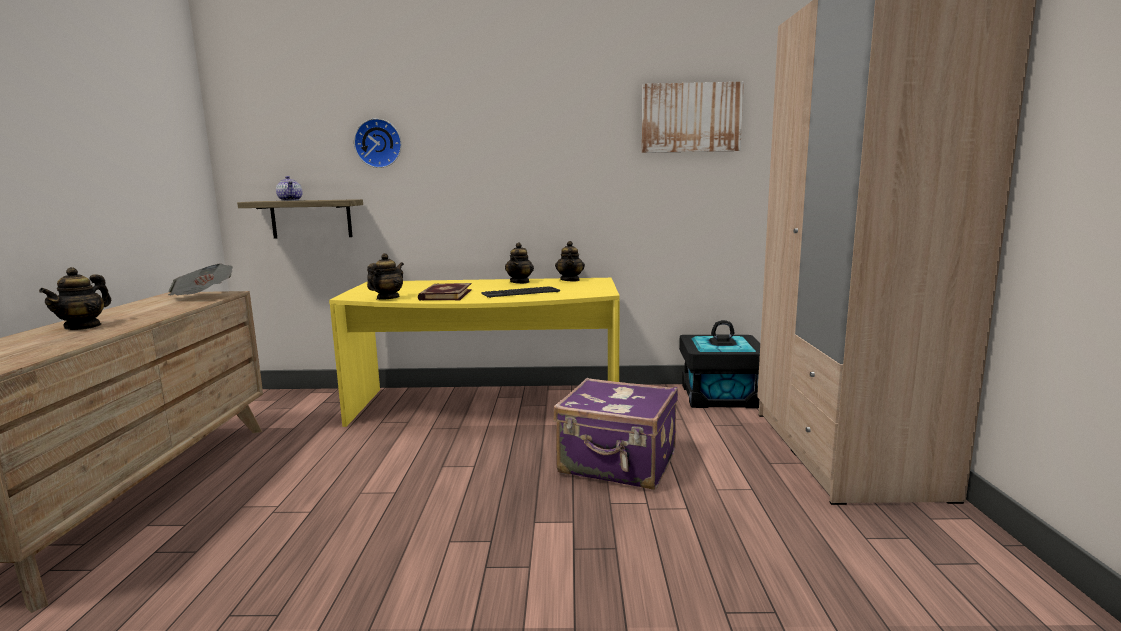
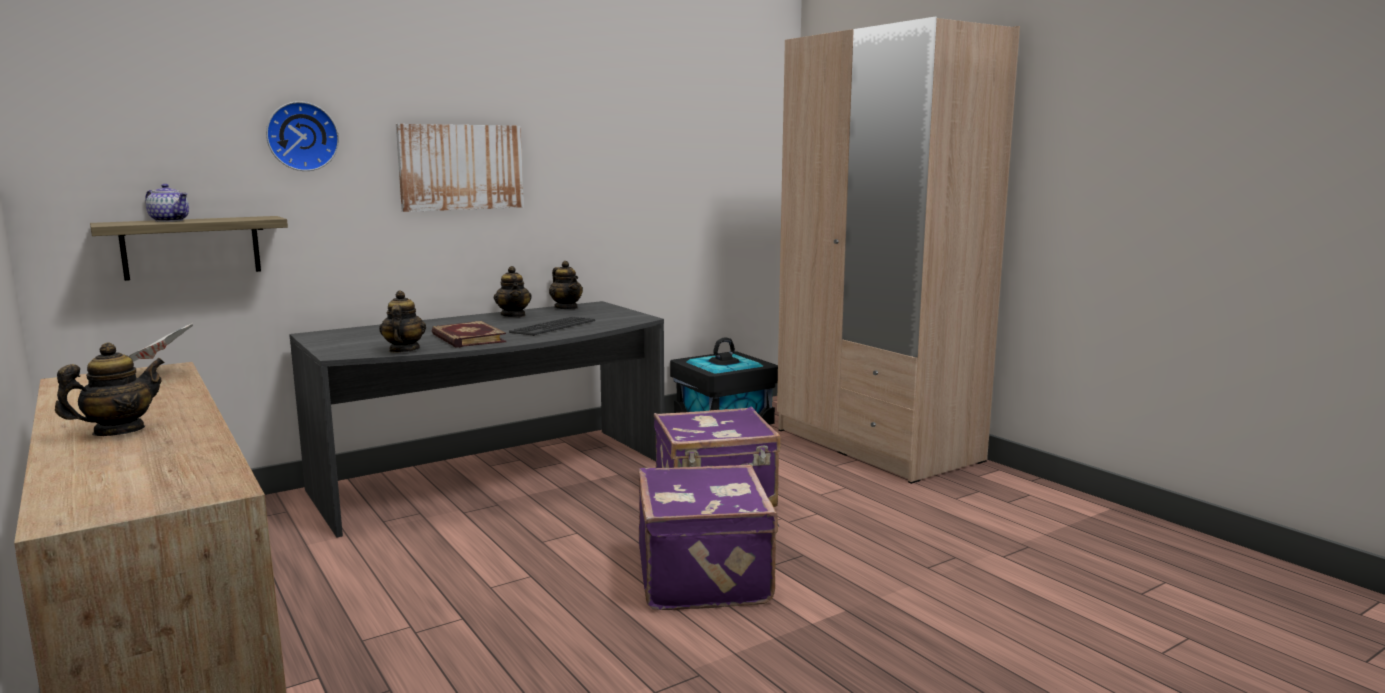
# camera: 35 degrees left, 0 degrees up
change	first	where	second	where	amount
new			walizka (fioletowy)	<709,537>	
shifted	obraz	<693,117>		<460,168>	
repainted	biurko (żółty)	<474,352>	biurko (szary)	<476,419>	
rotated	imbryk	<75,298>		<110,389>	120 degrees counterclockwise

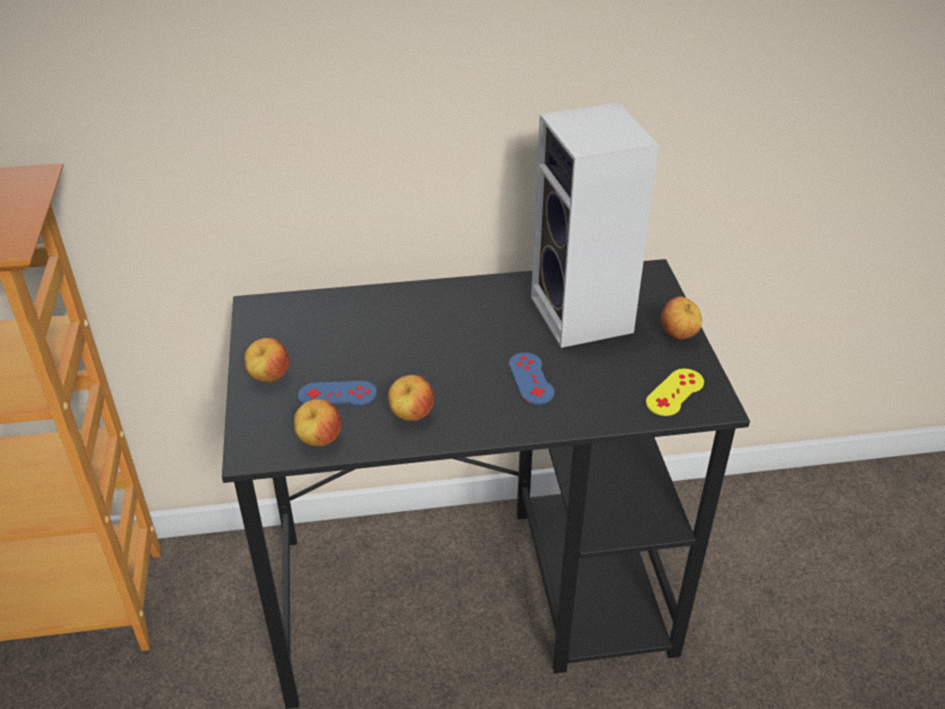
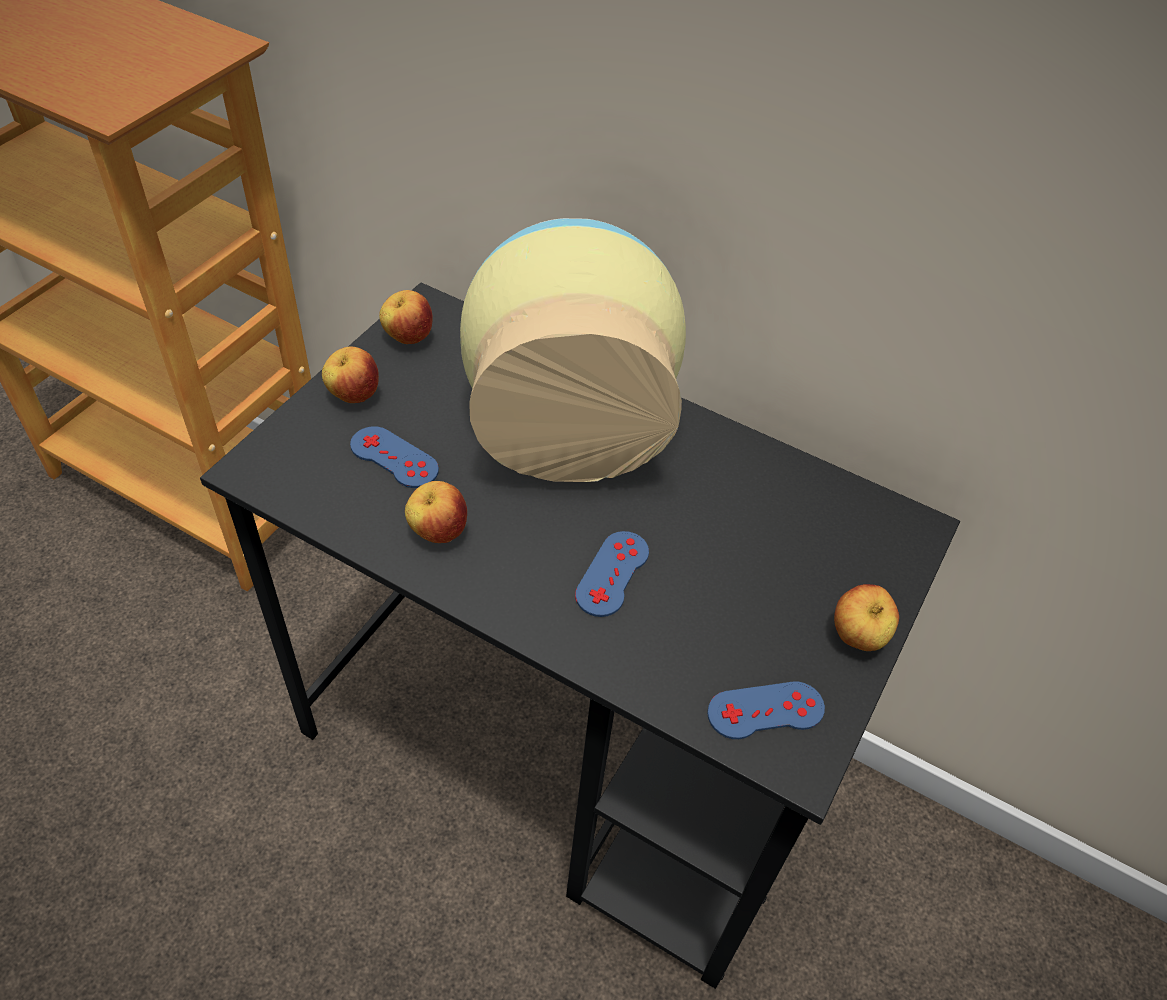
# camera: 35 degrees right, 10 degrees up
change	first	where	second	where	amount
gone	głośnik	<595,225>			
new			wazon	<573,350>	
shifted	jabłko	<318,422>		<406,317>	
repainted	pad do gier (żółty)	<675,392>	pad do gier (niebieski)	<766,710>	

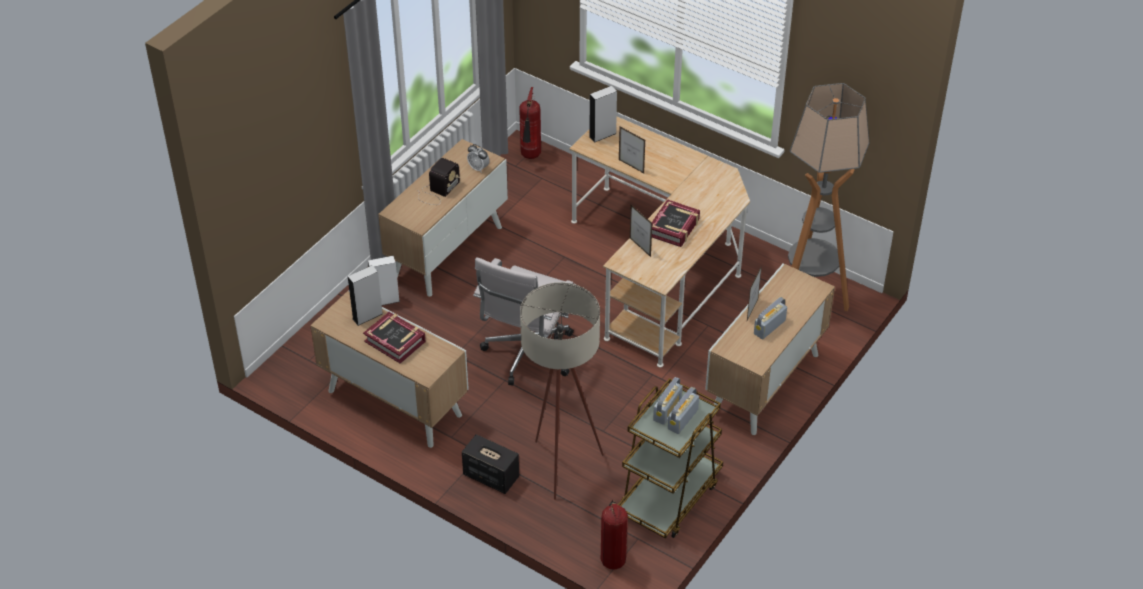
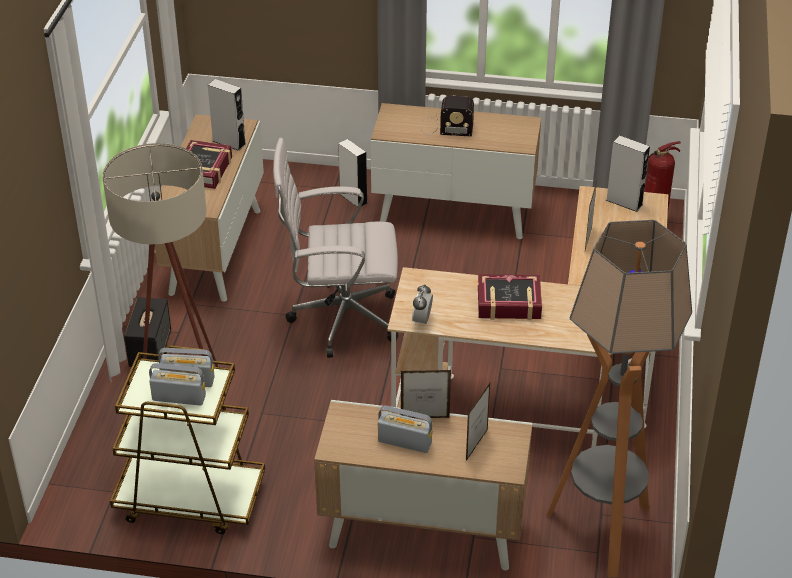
# camera: 65 degrees right, 5 degrees down
change	first	where	second	where	amount
gone	gaśnica	<614,535>			
shifted	budzik	<478,158>		<422,305>	
shifted	ramka na zdjęcie	<641,231>		<478,422>	

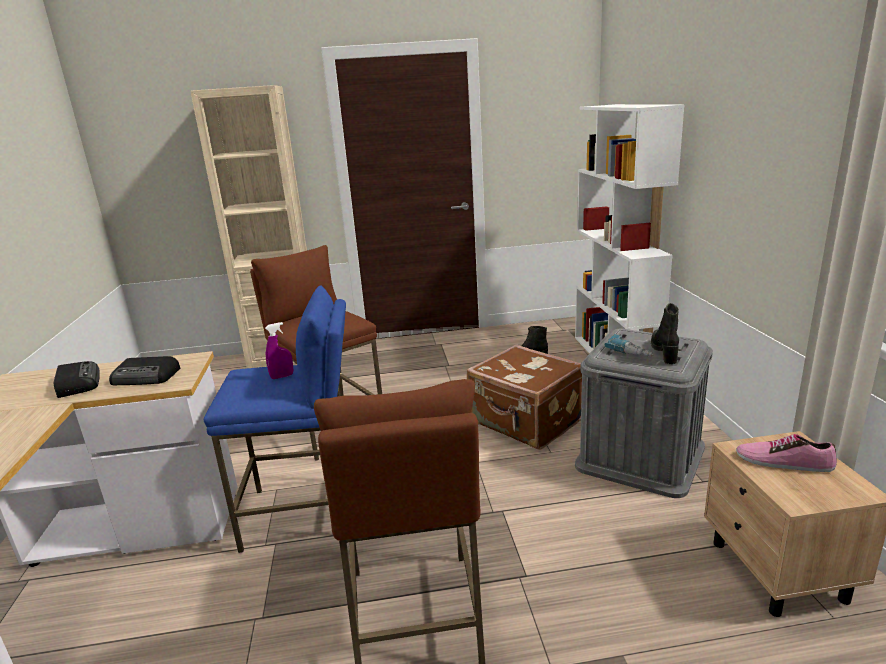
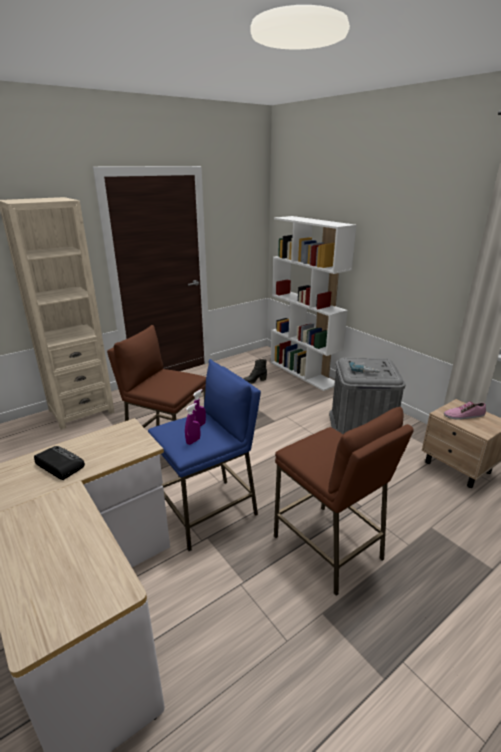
# camera: 30 degrees left, 5 degrees up
change	first	where	second	where	amount
gone	radio	<144,370>			
gone	walizka (brązowy)	<524,397>			
gone	but z cholewką (czarny)	<665,333>			
new			spryskiwacz (fioletowy)	<192,424>	

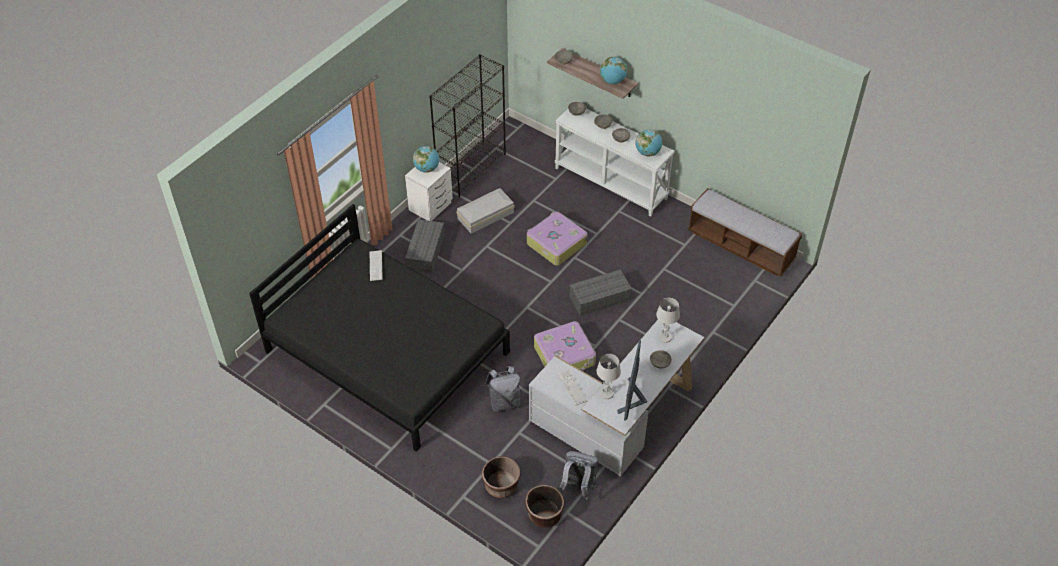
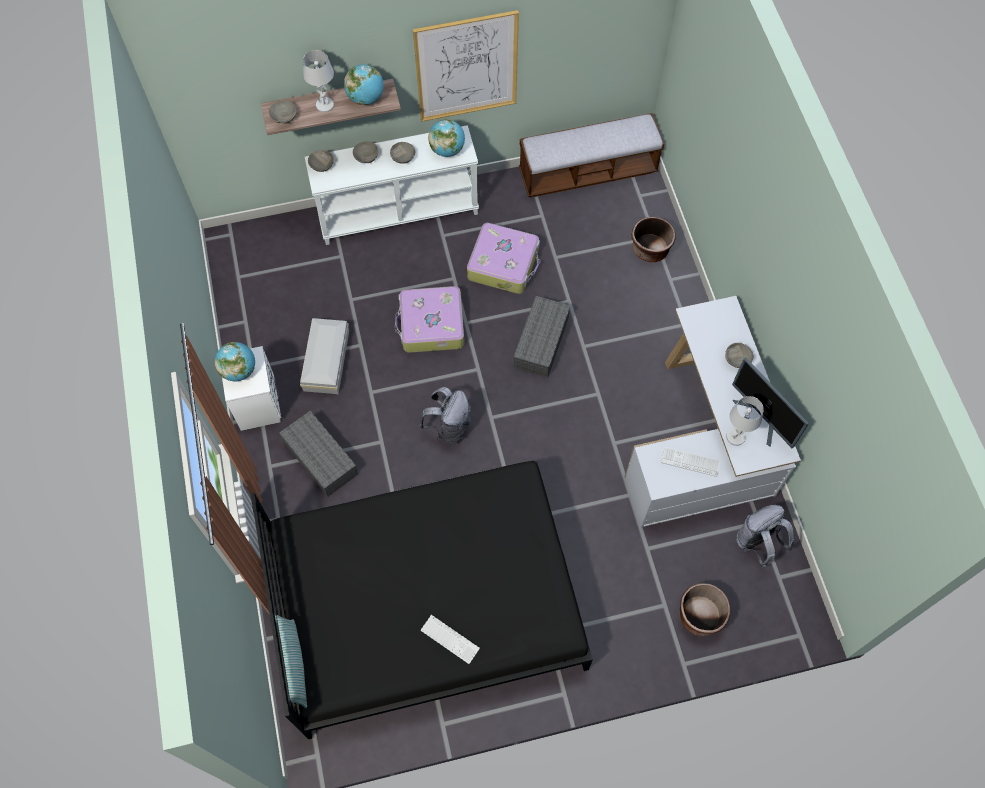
# camera: 50 degrees left, 15 degrees up
change	first	where	second	where	amount
gone	regał (czarny)	<467,125>			
new			poduszka	<291,661>	
new			obraz	<466,66>	
shifted	klawiatura	<376,265>		<450,639>	
shifted	plecak (szary)	<503,389>		<445,416>	
shifted	donica (brązowy)	<544,506>		<653,239>	
shifted	walizka	<565,346>		<504,258>	
shifted	lampa stołowa (biały)	<668,320>		<318,81>	

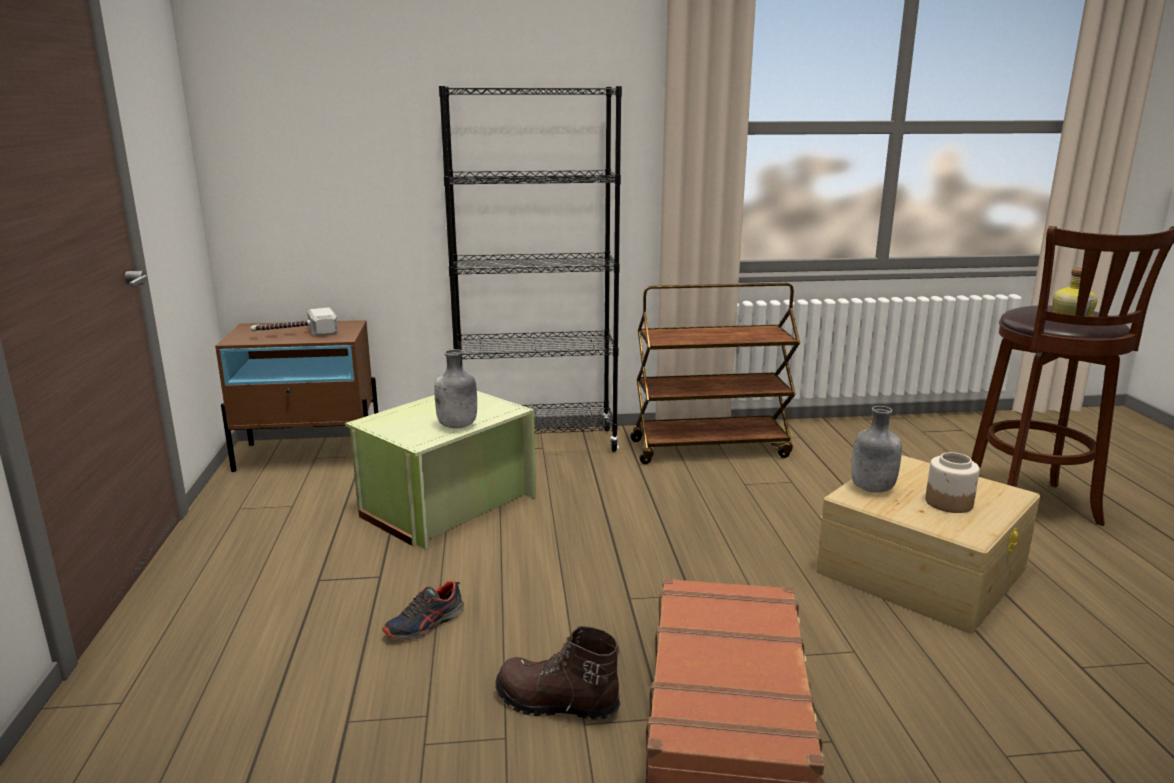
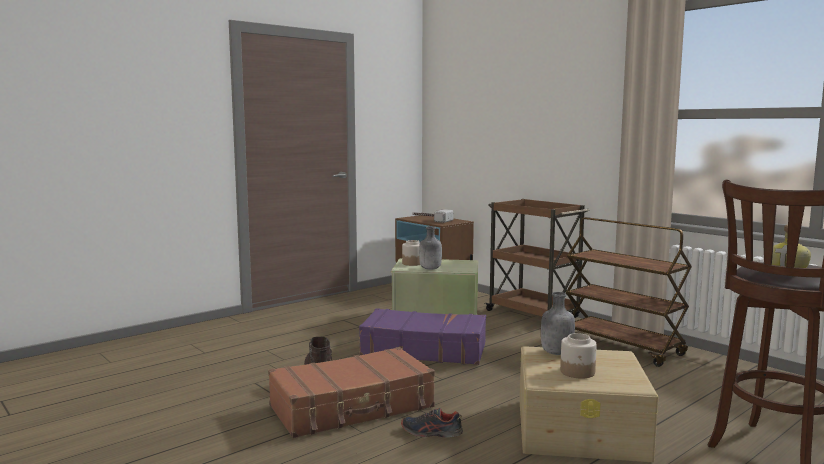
# camera: 55 degrees right, 10 degrees down
change	first	where	second	where	amount
new			walizka (fioletowy)	<422,336>	
new			słoik	<411,253>	
shifted	but	<423,610>		<432,423>	
swapped	regał (czarny)	<530,269>	wózek (brązowy)	<537,258>	

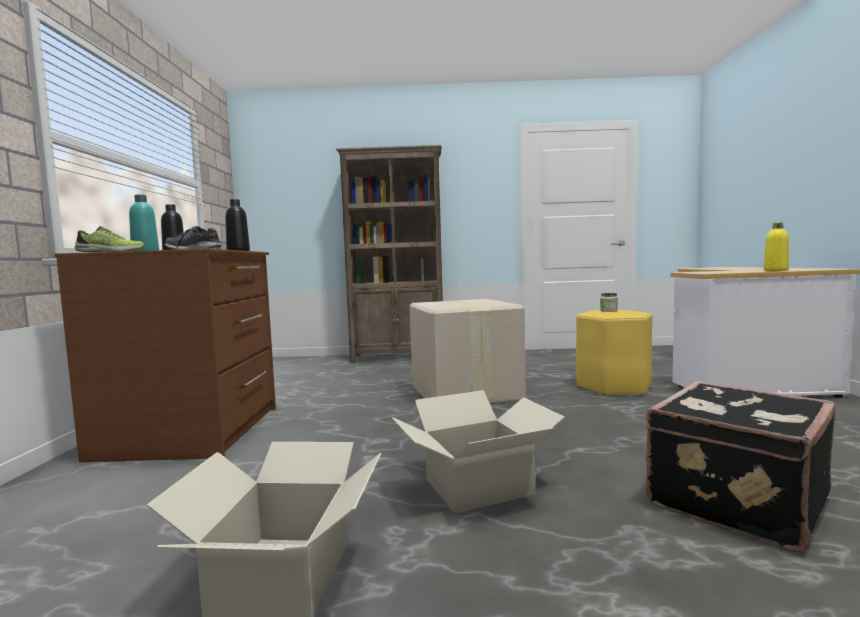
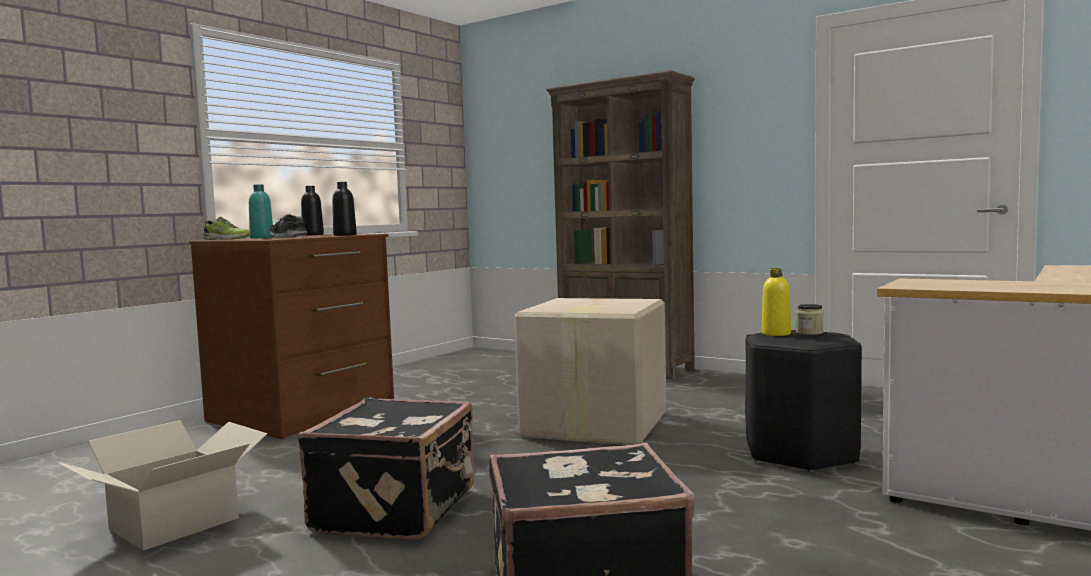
# camera: 35 degrees right, 0 degrees up
change	first	where	second	where	amount
shifted	butelka (żółty)	<776,246>		<776,302>	
swapped	karton	<478,452>	walizka (czarny)	<387,468>	
repainted	stołek (żółty)	<614,353>	stołek (czarny)	<803,401>	

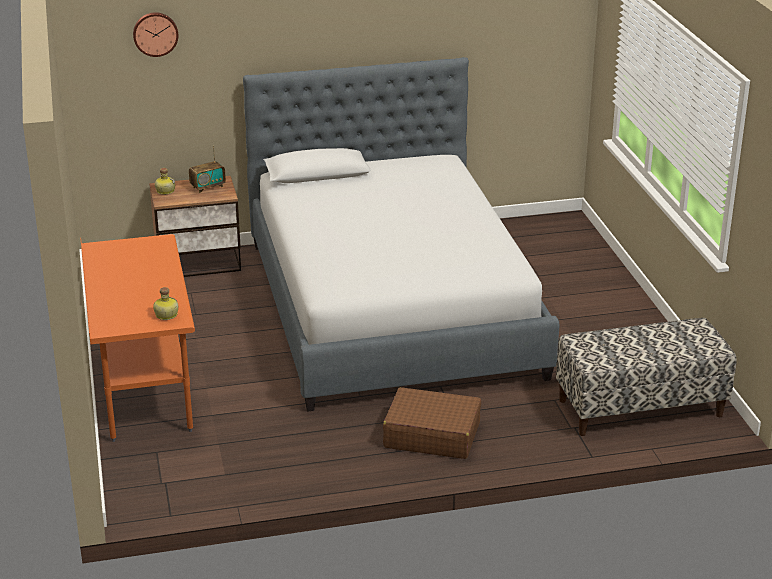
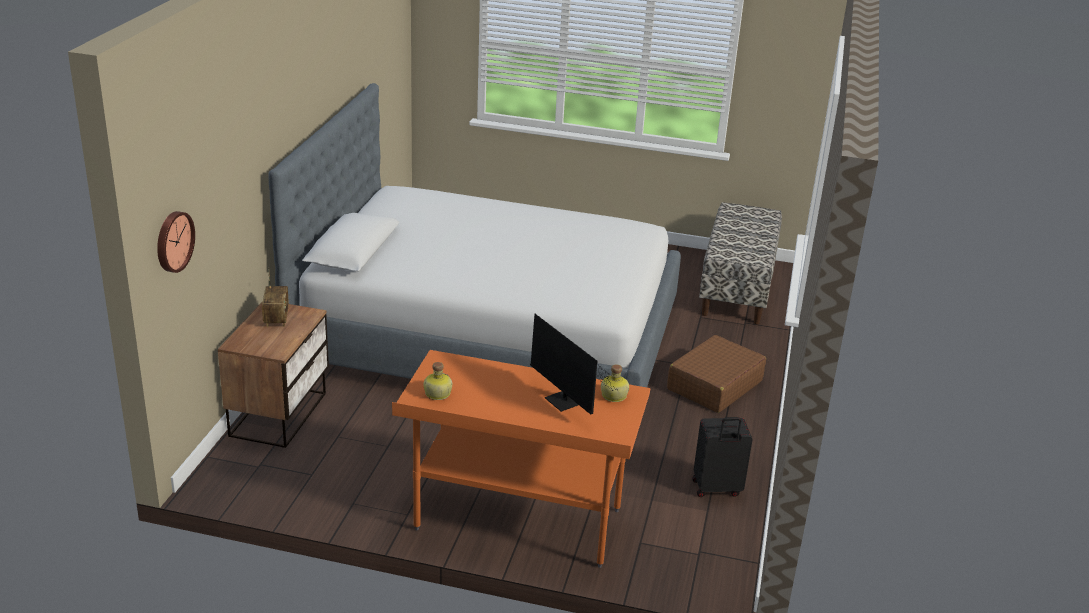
# camera: 65 degrees left, 0 degrees up
change	first	where	second	where	amount
new			monitor	<573,364>	
new			walizka (czarny)	<722,457>	
shifted	zegar ścienny	<155,34>		<176,242>	
shifted	butelka	<165,181>		<438,381>	

